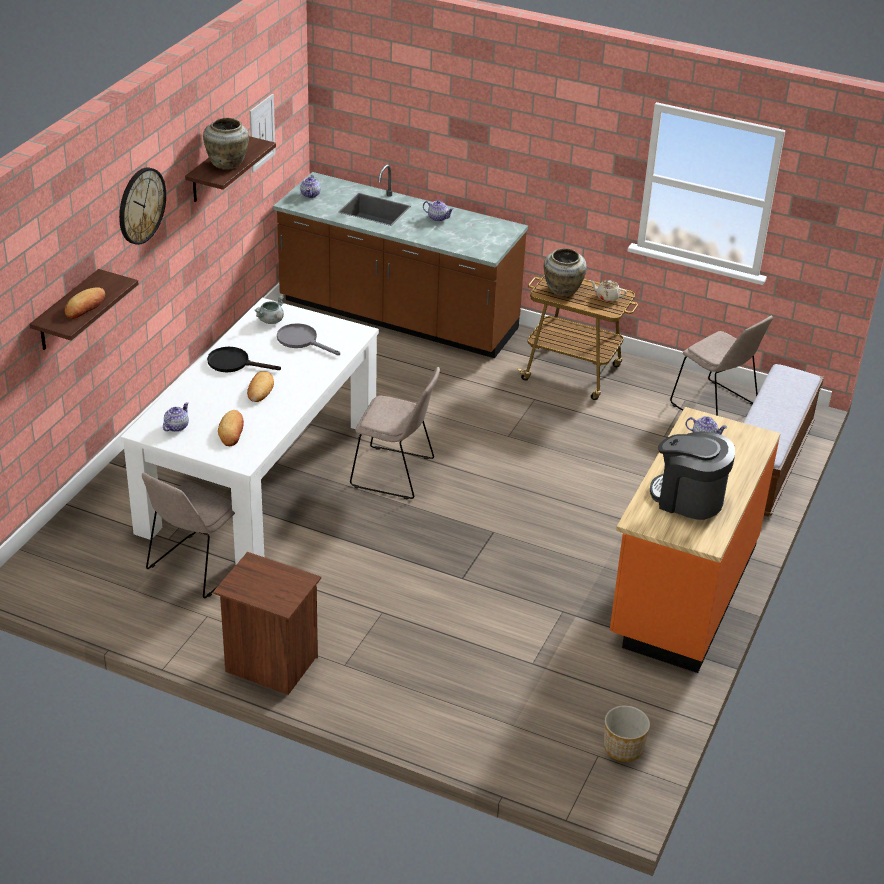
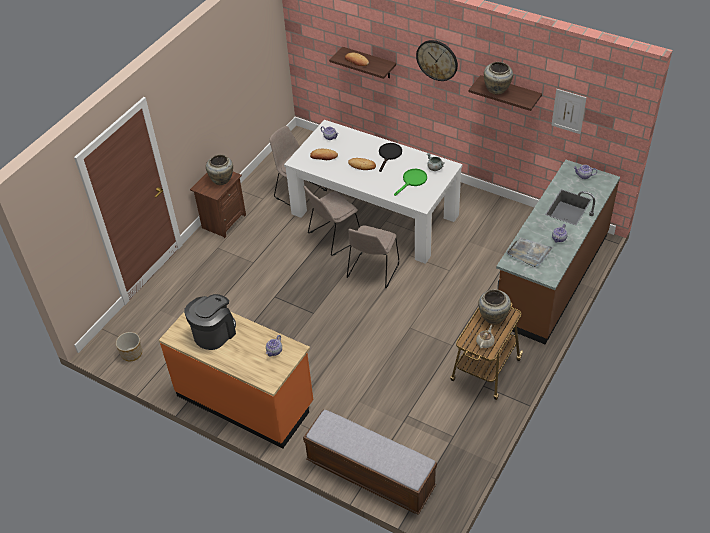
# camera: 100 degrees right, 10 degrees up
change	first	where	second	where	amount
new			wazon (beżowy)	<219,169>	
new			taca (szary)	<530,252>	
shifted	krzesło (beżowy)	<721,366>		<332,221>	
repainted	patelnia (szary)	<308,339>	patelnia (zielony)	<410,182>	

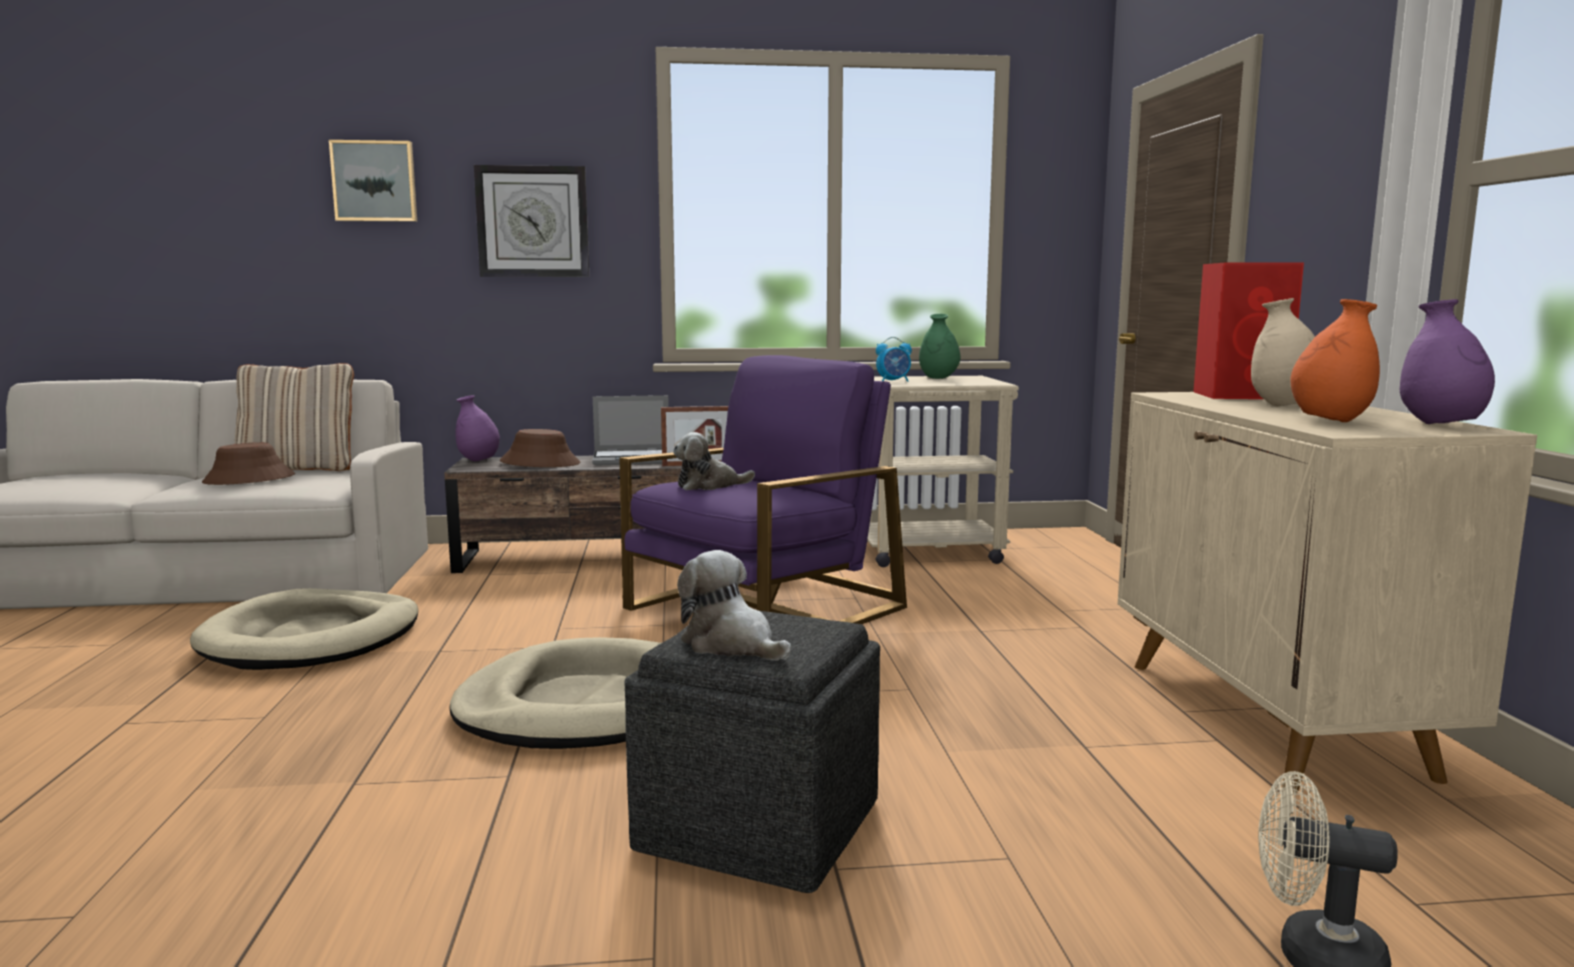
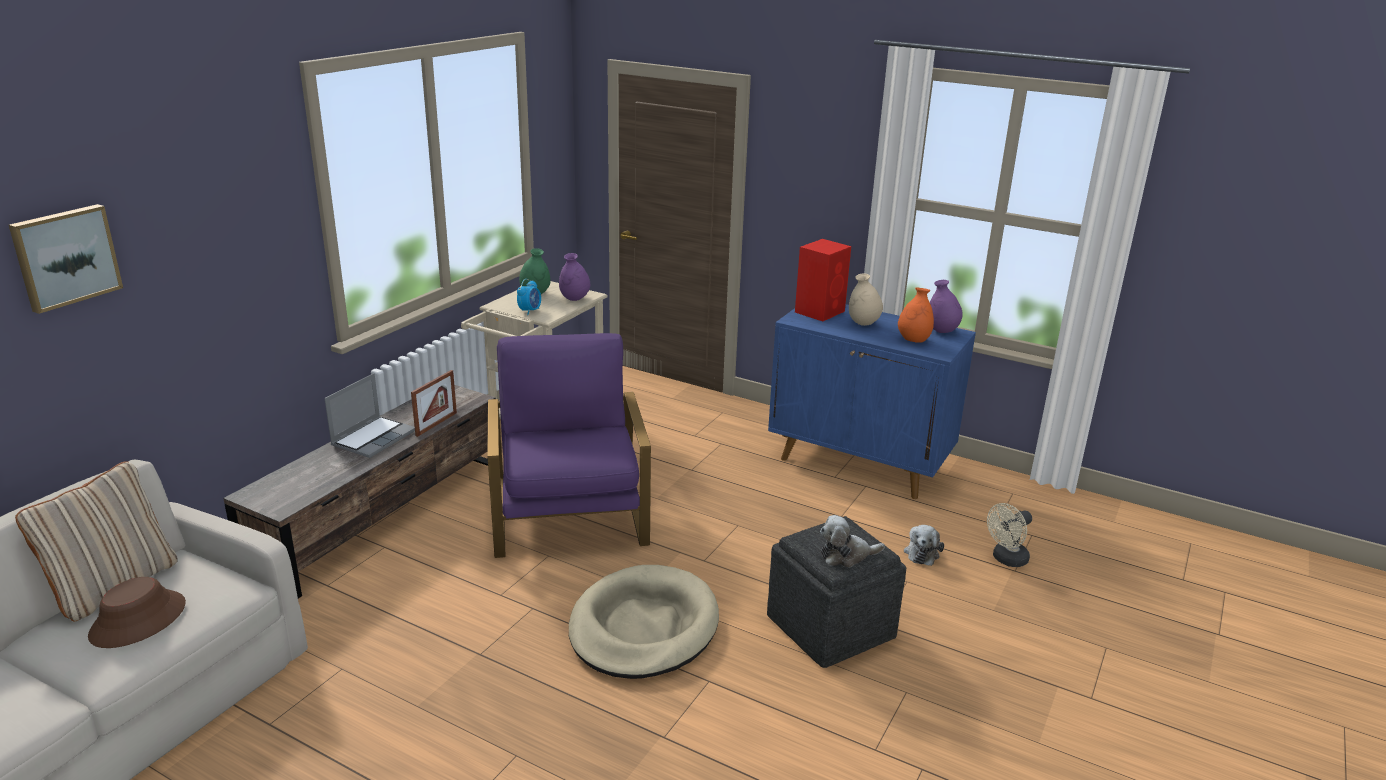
# camera: 55 degrees left, 15 degrees up
change	first	where	second	where	amount
gone	legowisko (beżowy)	<304,629>			
gone	zegar ścienny	<531,221>			
gone	kapelusz (brązowy)	<540,448>			
shifted	wazon (fioletowy)	<477,428>		<574,277>	
shifted	pluszak	<714,461>		<924,545>	
repainted	szafka (beżowy)	<1327,592>	szafka (niebieski)	<872,401>	

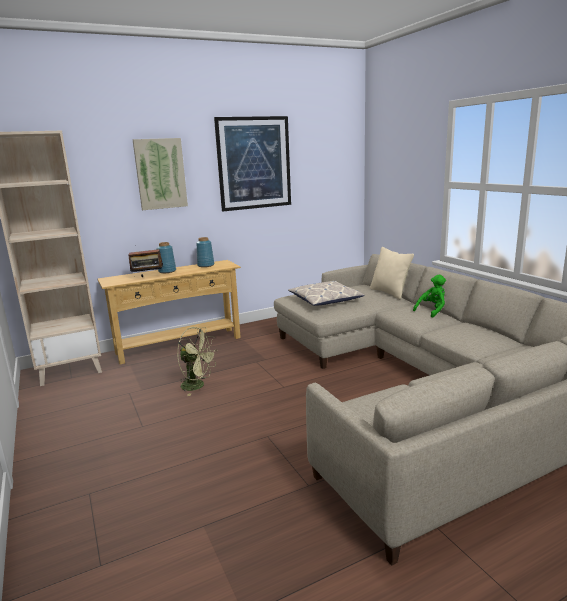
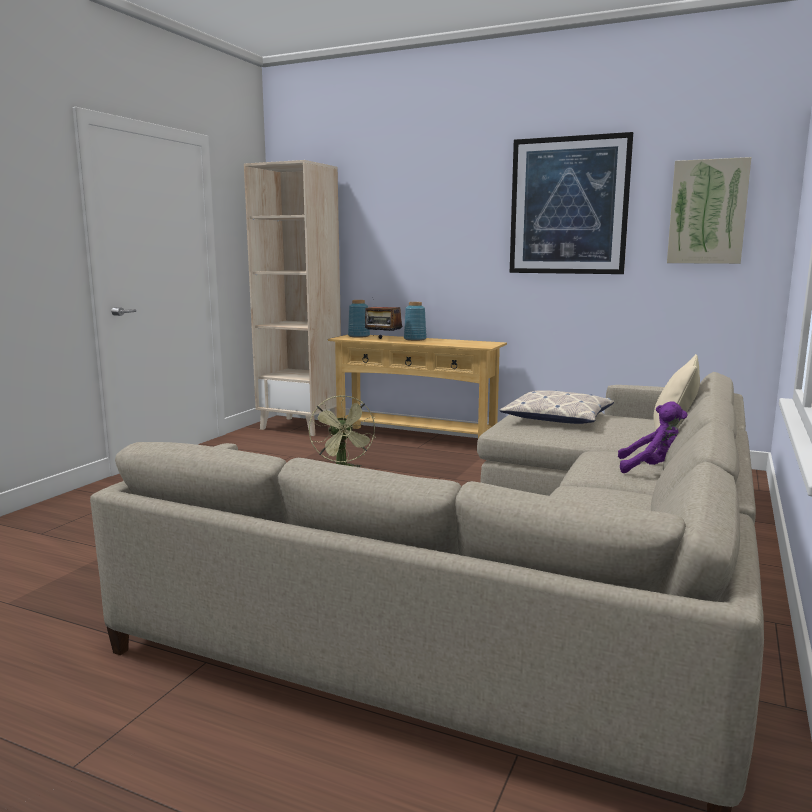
# camera: 50 degrees right, 5 degrees down
change	first	where	second	where	amount
shifted	obraz	<160,174>		<709,210>	
shifted	wazon (niebieski)	<205,252>		<359,319>	
repainted	pluszak (zielony)	<429,296>	pluszak (fioletowy)	<653,437>	

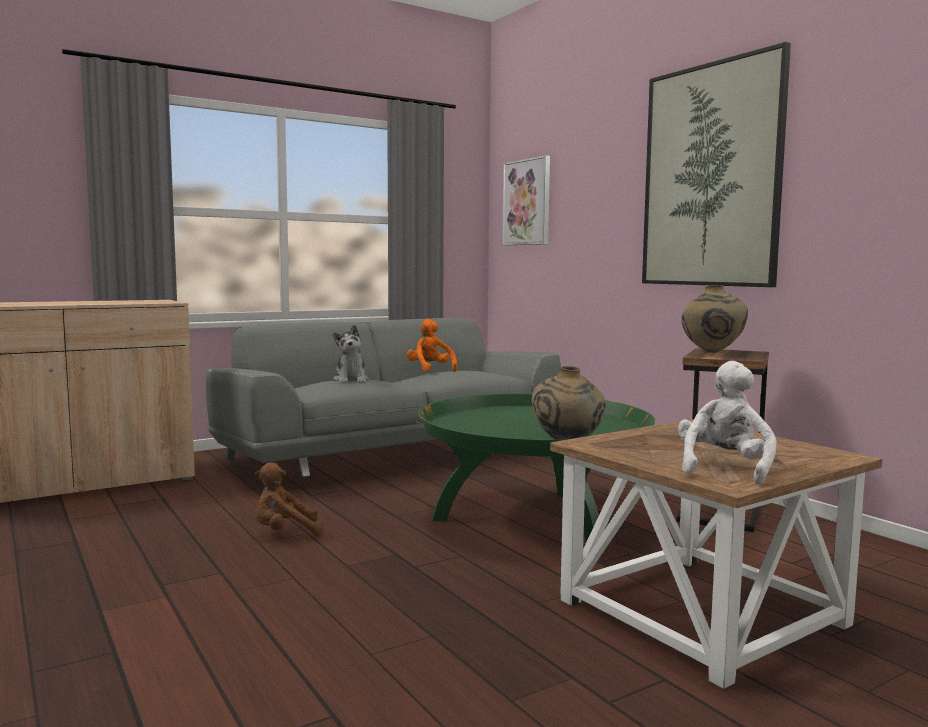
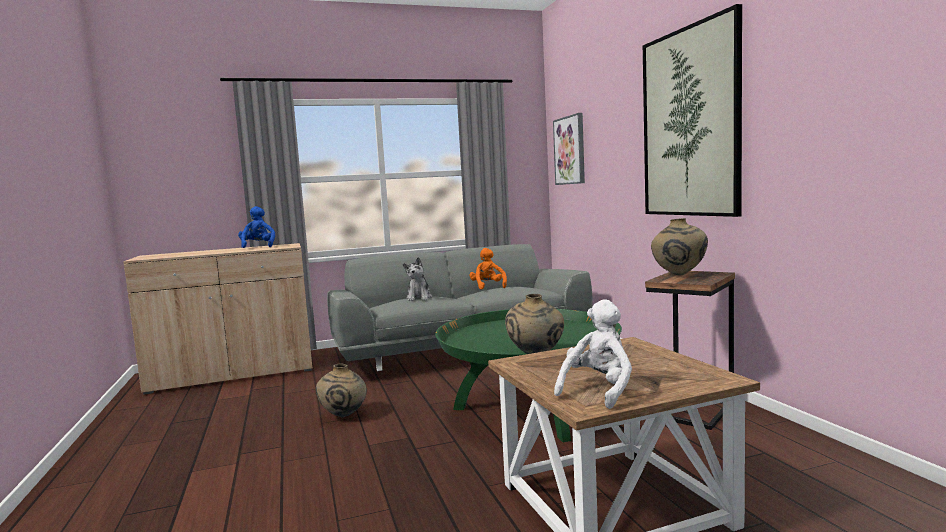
# camera: 15 degrees right, 0 degrees up
change	first	where	second	where	amount
new			pluszak (niebieski)	<256,227>	
swapped	pluszak (brązowy)	<288,498>	wazon (beżowy)	<341,390>	

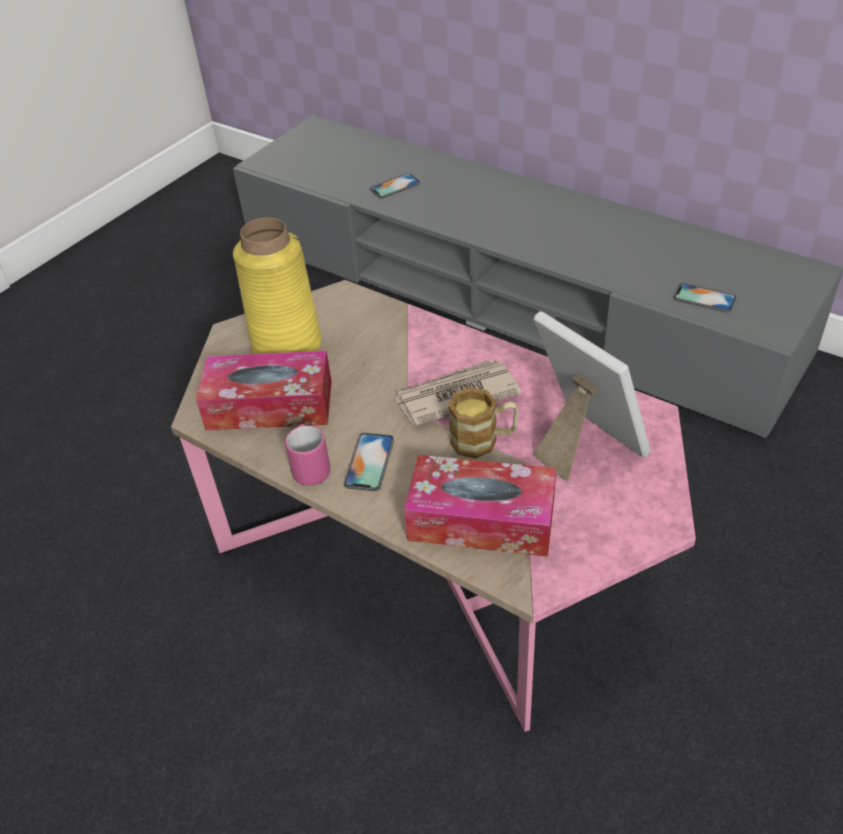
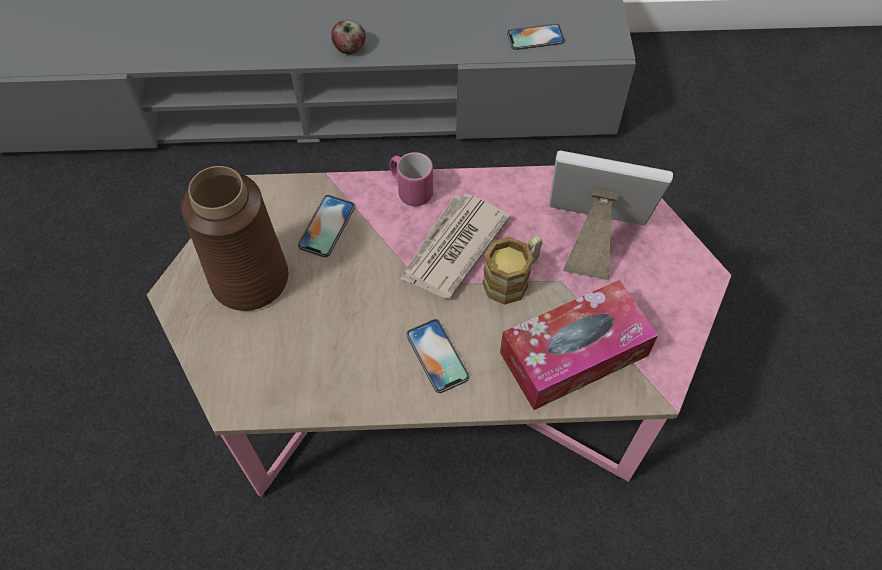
# camera: 40 degrees left, 15 degrees up
change	first	where	second	where	amount
gone	pudełko chusteczek	<264,390>			
new			jabłko	<348,37>	
shifted	kubek (różowy)	<307,455>		<411,179>	
shifted	telefon	<395,185>		<326,226>	
repainted	wazon (żółty)	<277,285>	wazon (brązowy)	<234,238>	

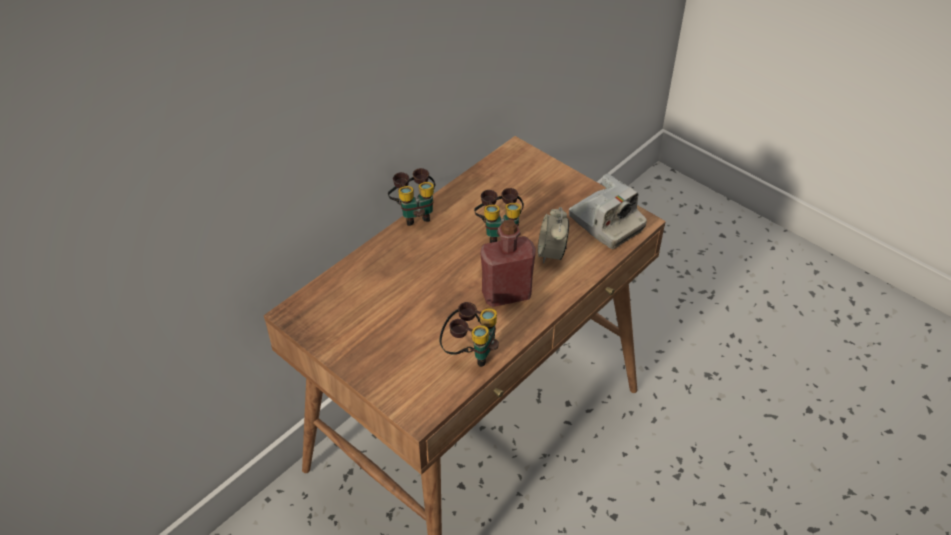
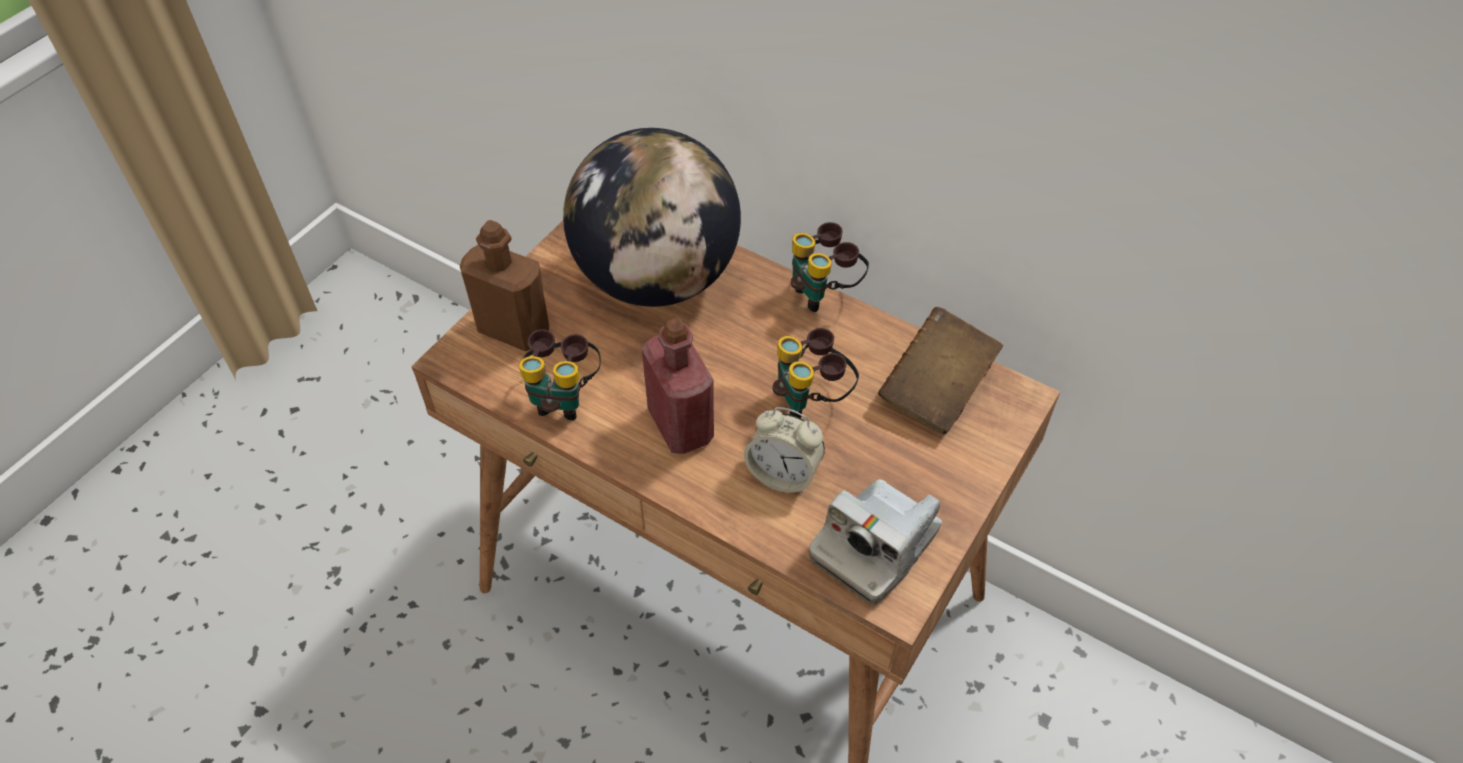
# camera: 80 degrees right, 5 degrees up
change	first	where	second	where	amount
new			butelka (brązowy)	<504,285>	
new			globus	<652,217>	
new			książka (brązowy)	<941,371>	
rotated	budzik	<553,235>		<784,450>	150 degrees counterclockwise

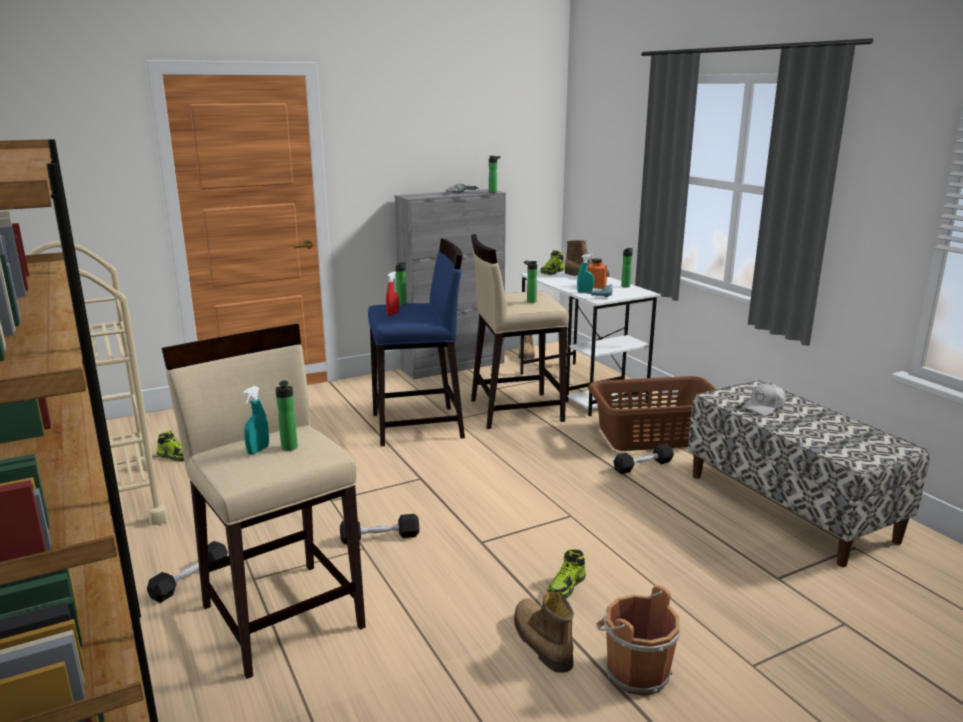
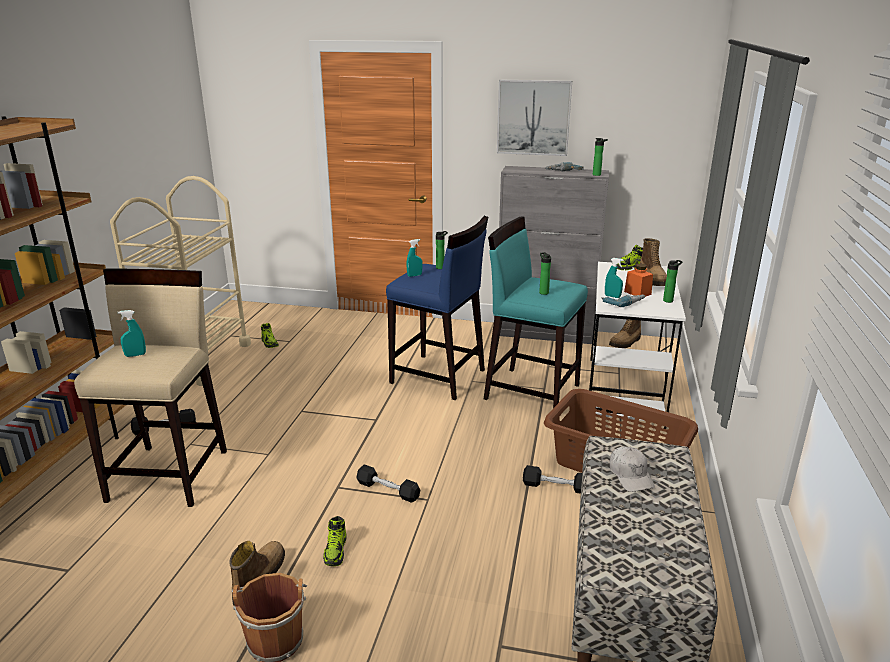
# camera: 40 degrees right, 5 degrees up
change	first	where	second	where	amount
gone	butelka	<286,415>			
new			obraz	<534,118>	
shifted	hantel (czarny)	<379,529>		<388,483>	
repainted	spryskiwacz (czerwony)	<392,293>	spryskiwacz (turkusowy)	<414,258>	
repainted	stołek (beżowy)	<520,331>	stołek (turkusowy)	<536,312>	
rotated	but	<566,574>		<335,541>	75 degrees counterclockwise
rotated	czapka z daszkiem (biały)	<764,399>		<632,469>	105 degrees counterclockwise

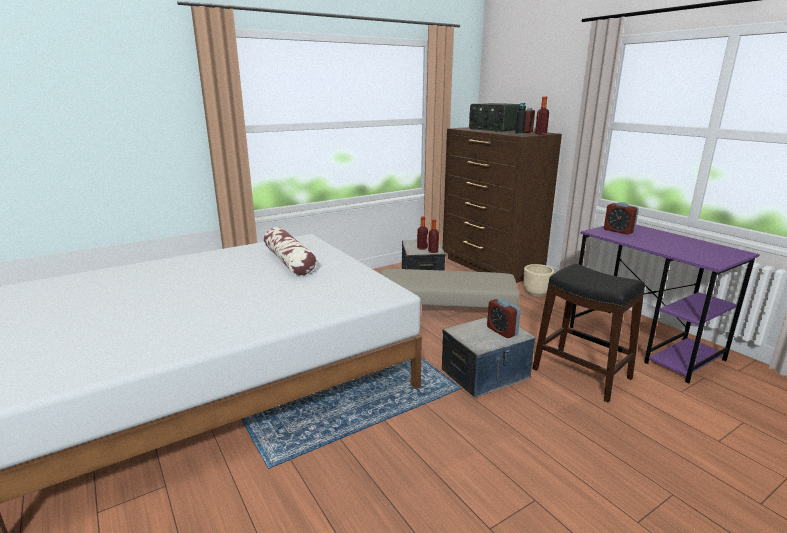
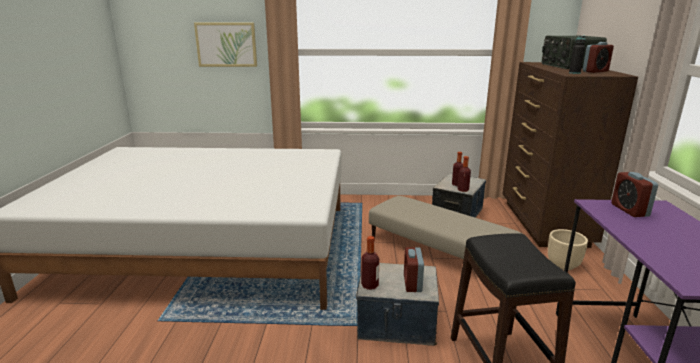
# camera: 35 degrees right, 0 degrees up
change	first	where	second	where	amount
gone	poduszka	<290,251>			
new			obraz	<225,45>	
shifted	butelka	<542,115>		<370,263>	

